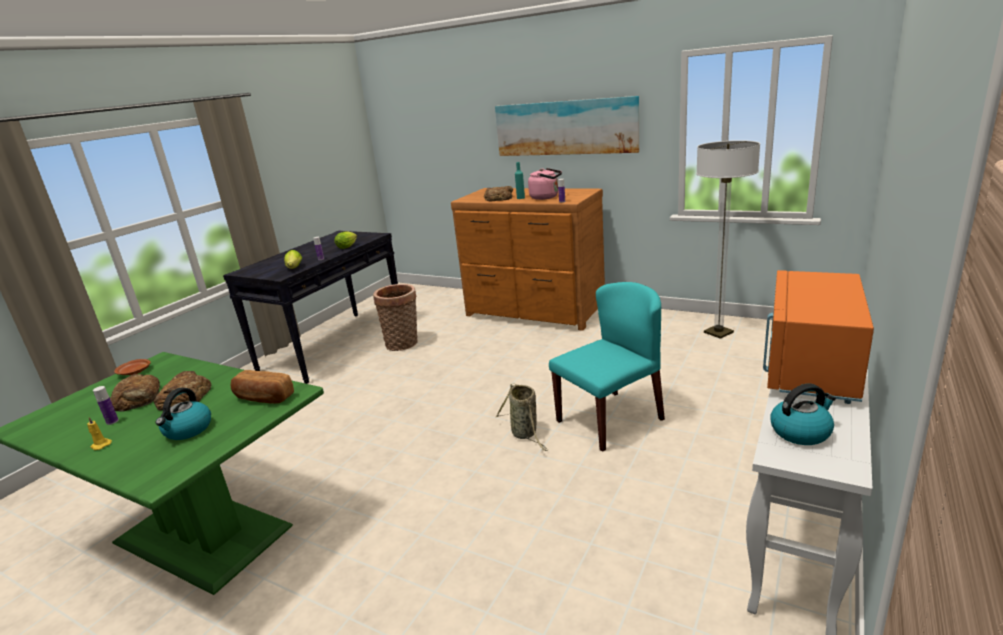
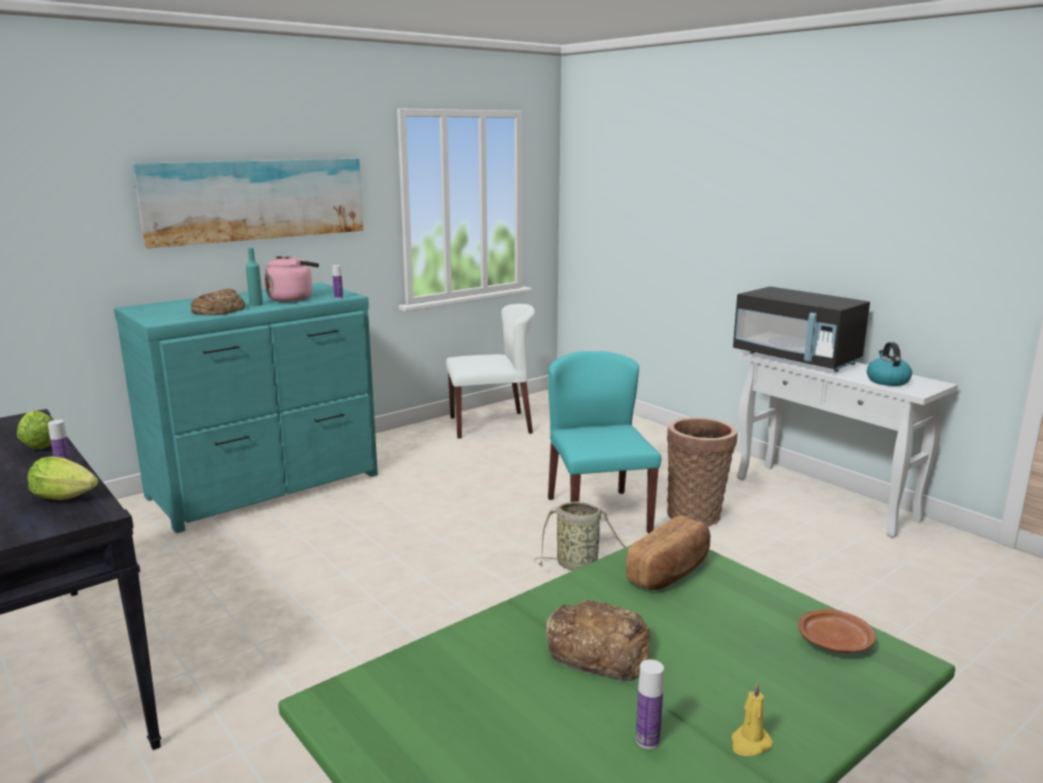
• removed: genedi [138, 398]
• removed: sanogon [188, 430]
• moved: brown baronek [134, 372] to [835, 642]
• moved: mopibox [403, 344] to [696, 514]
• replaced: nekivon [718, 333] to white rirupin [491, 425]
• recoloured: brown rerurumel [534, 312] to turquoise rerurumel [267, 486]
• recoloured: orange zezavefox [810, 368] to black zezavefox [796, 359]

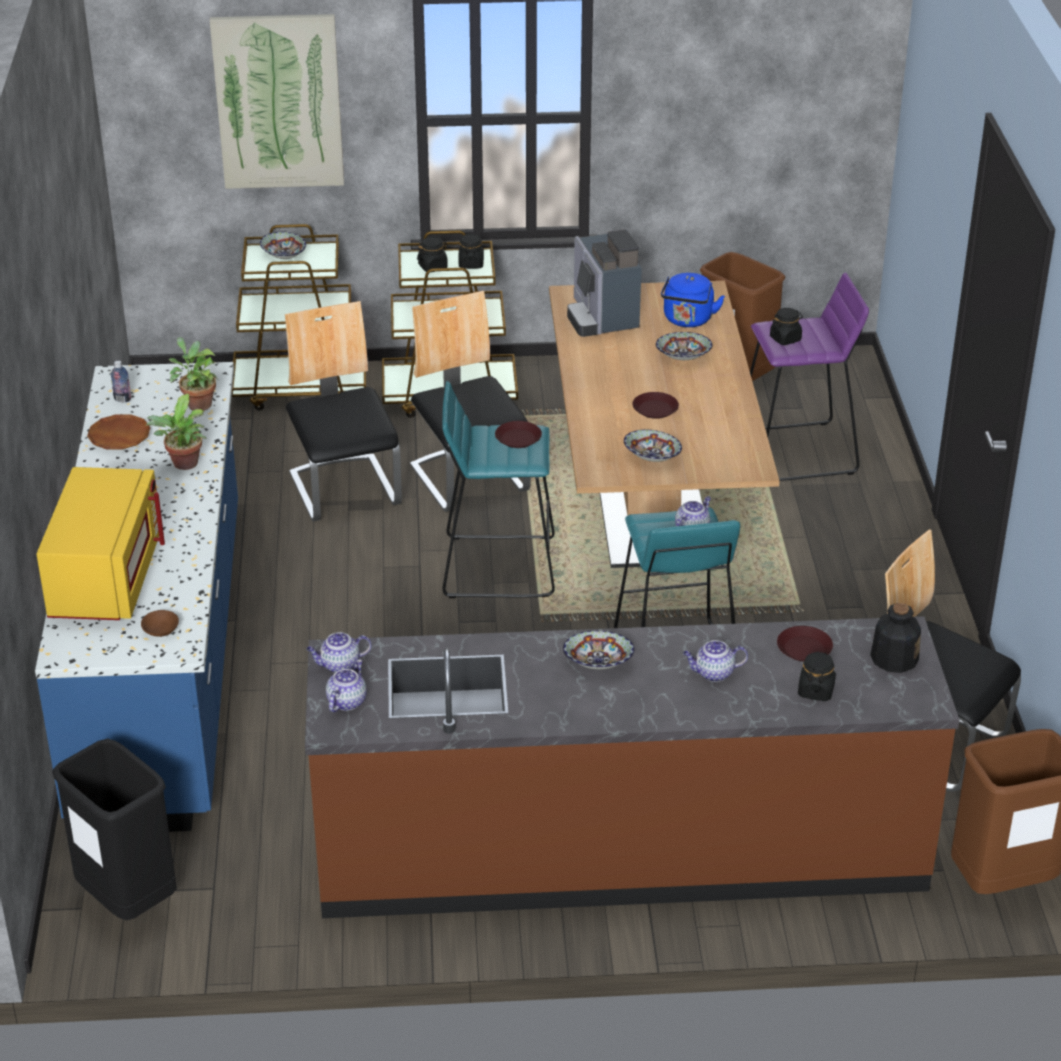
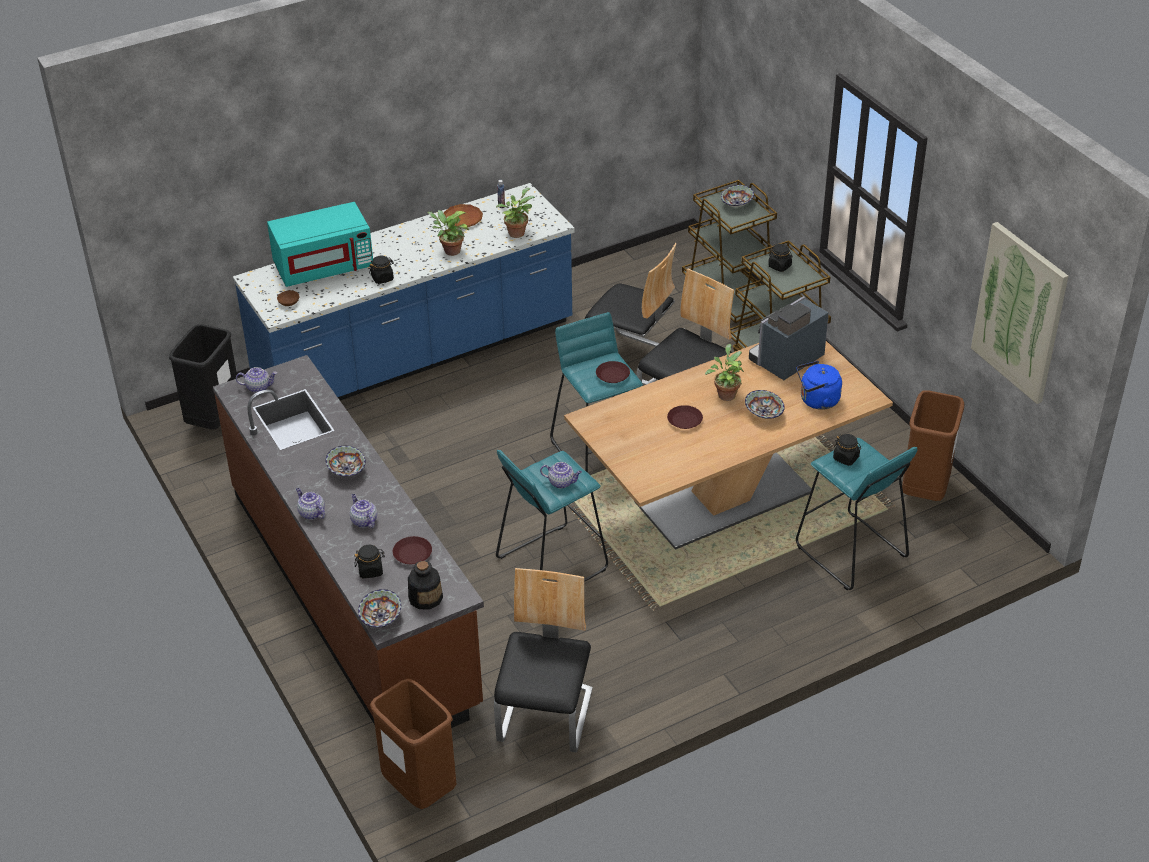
• added: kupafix [725, 394]
• moved: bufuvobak [278, 101] to [1019, 312]
• moved: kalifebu [339, 665] to [311, 513]
• moved: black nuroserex [471, 264] to [382, 278]
• moved: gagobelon [651, 458] to [380, 618]
• recoloured: yellow zezavefox [105, 579] to turquoise zezavefox [324, 267]
• recoloured: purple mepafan [797, 453] to turquoise mepafan [850, 552]
• turned: rirupin [345, 490] = [632, 358] 75 degrees clockwise

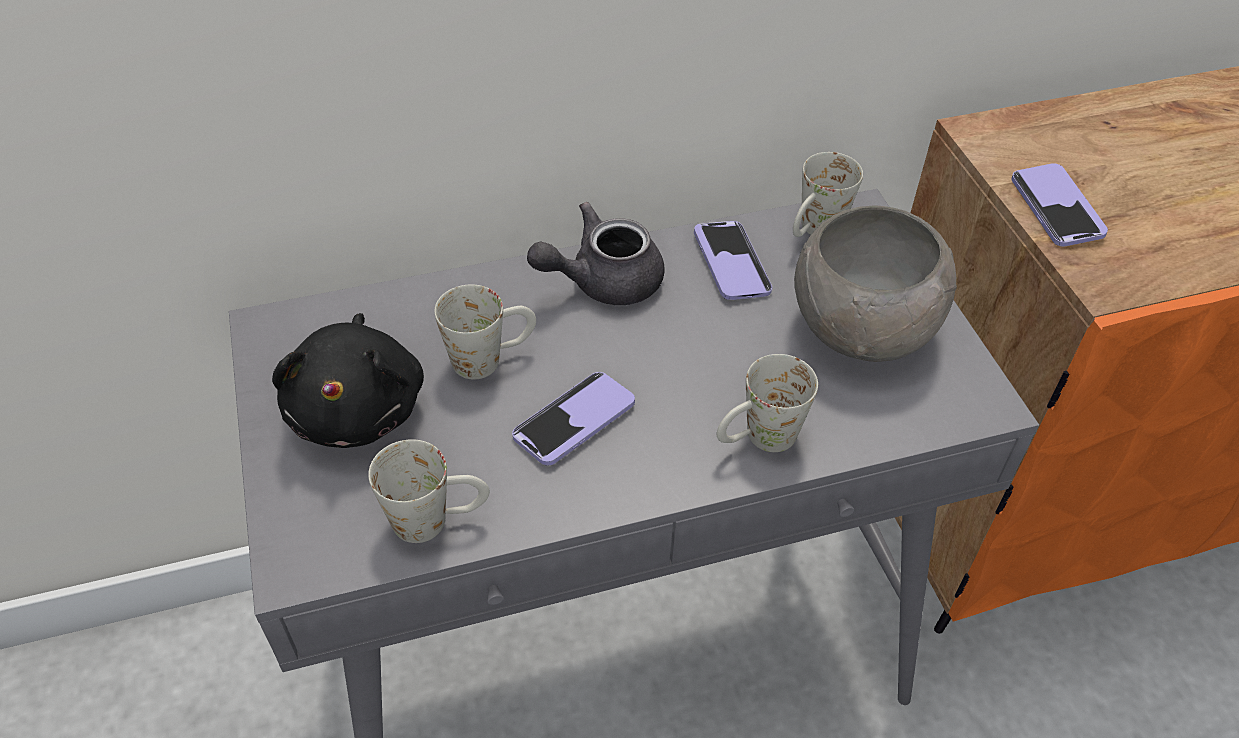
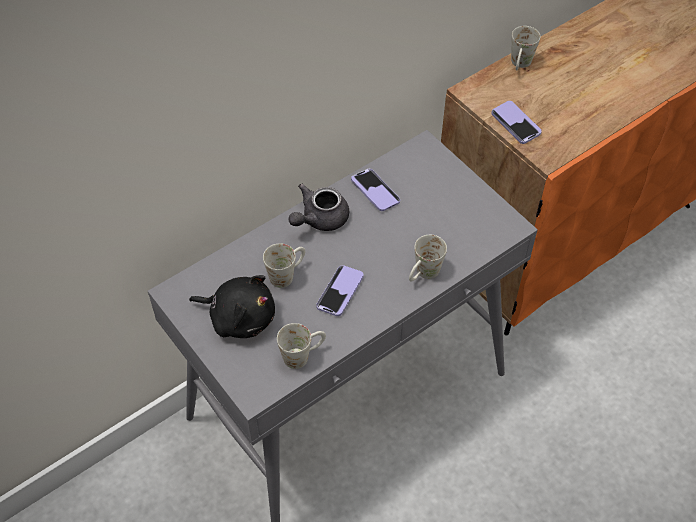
• removed: grey gagobelon [862, 326]
• moved: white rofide [814, 232] to [519, 65]
• turned: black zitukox [358, 407] = [239, 317] 45 degrees counterclockwise

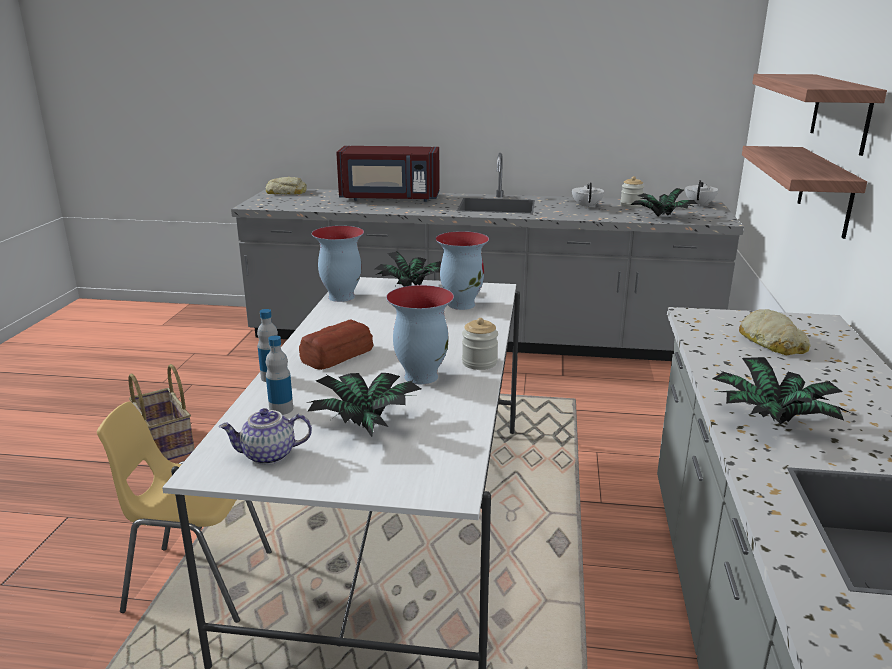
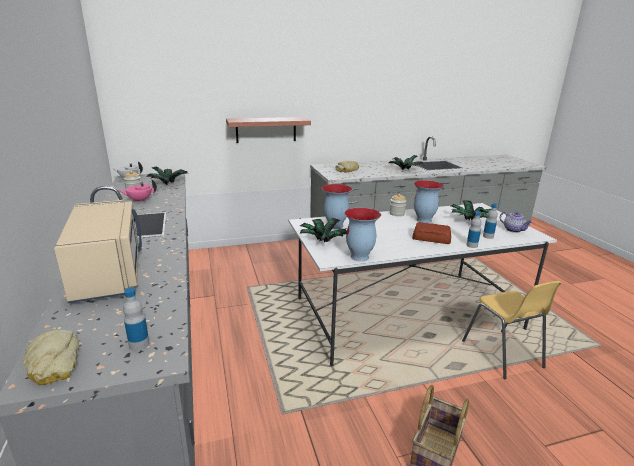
• removed: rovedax [841, 112]
• added: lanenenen [139, 344]
• recoloured: red zezavefox [389, 198] to beige zezavefox [109, 273]
• recoloured: white kalifebu [587, 206] to pink kalifebu [140, 200]

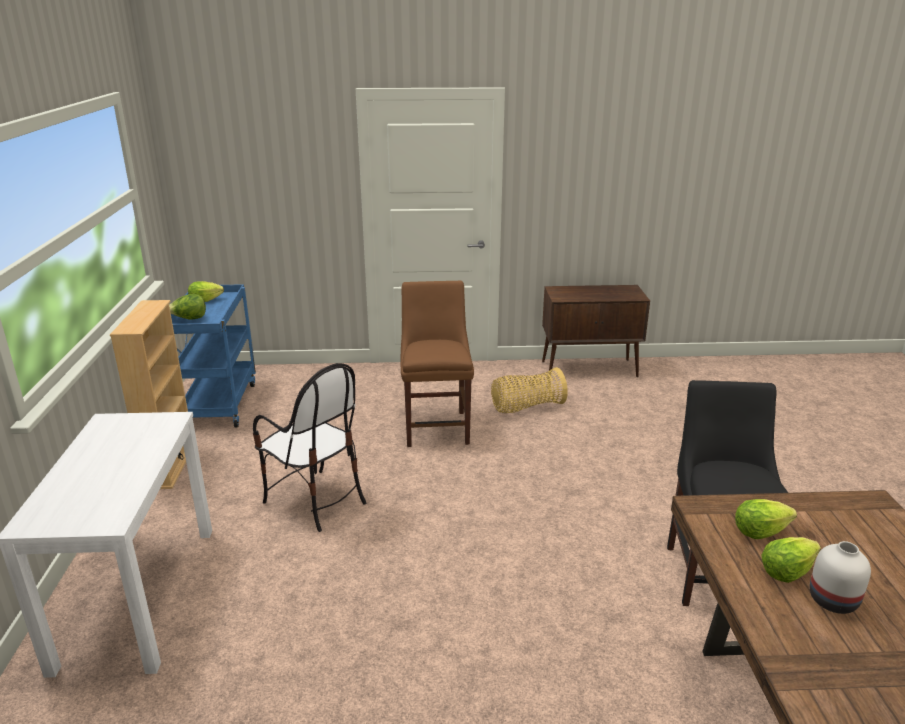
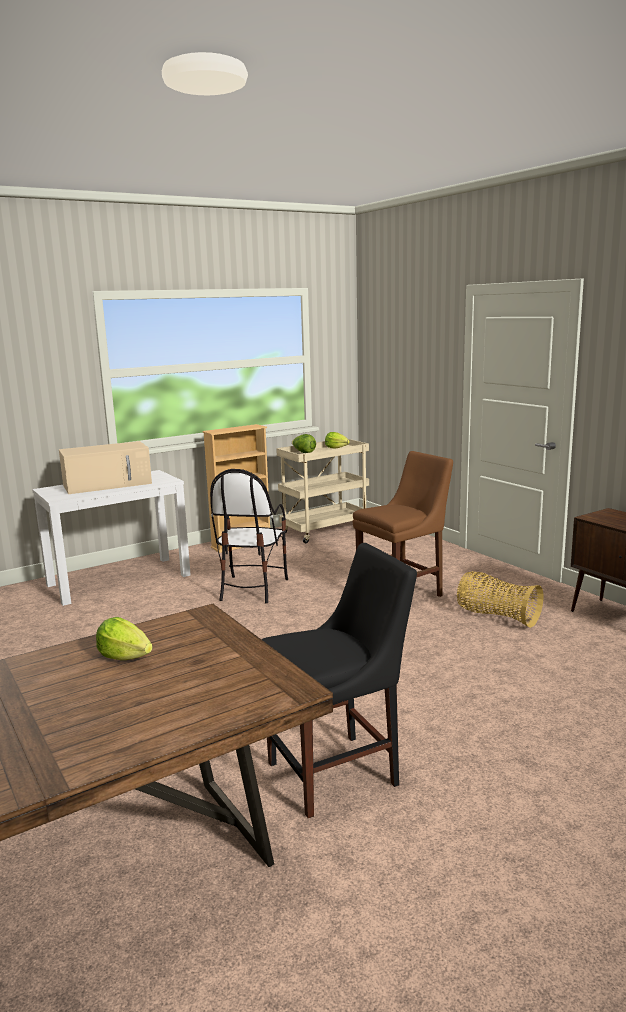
• removed: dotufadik [759, 532]
• removed: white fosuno [832, 601]
• added: beige zezavefox [108, 484]
• recoloured: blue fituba [219, 404] to beige fituba [325, 530]

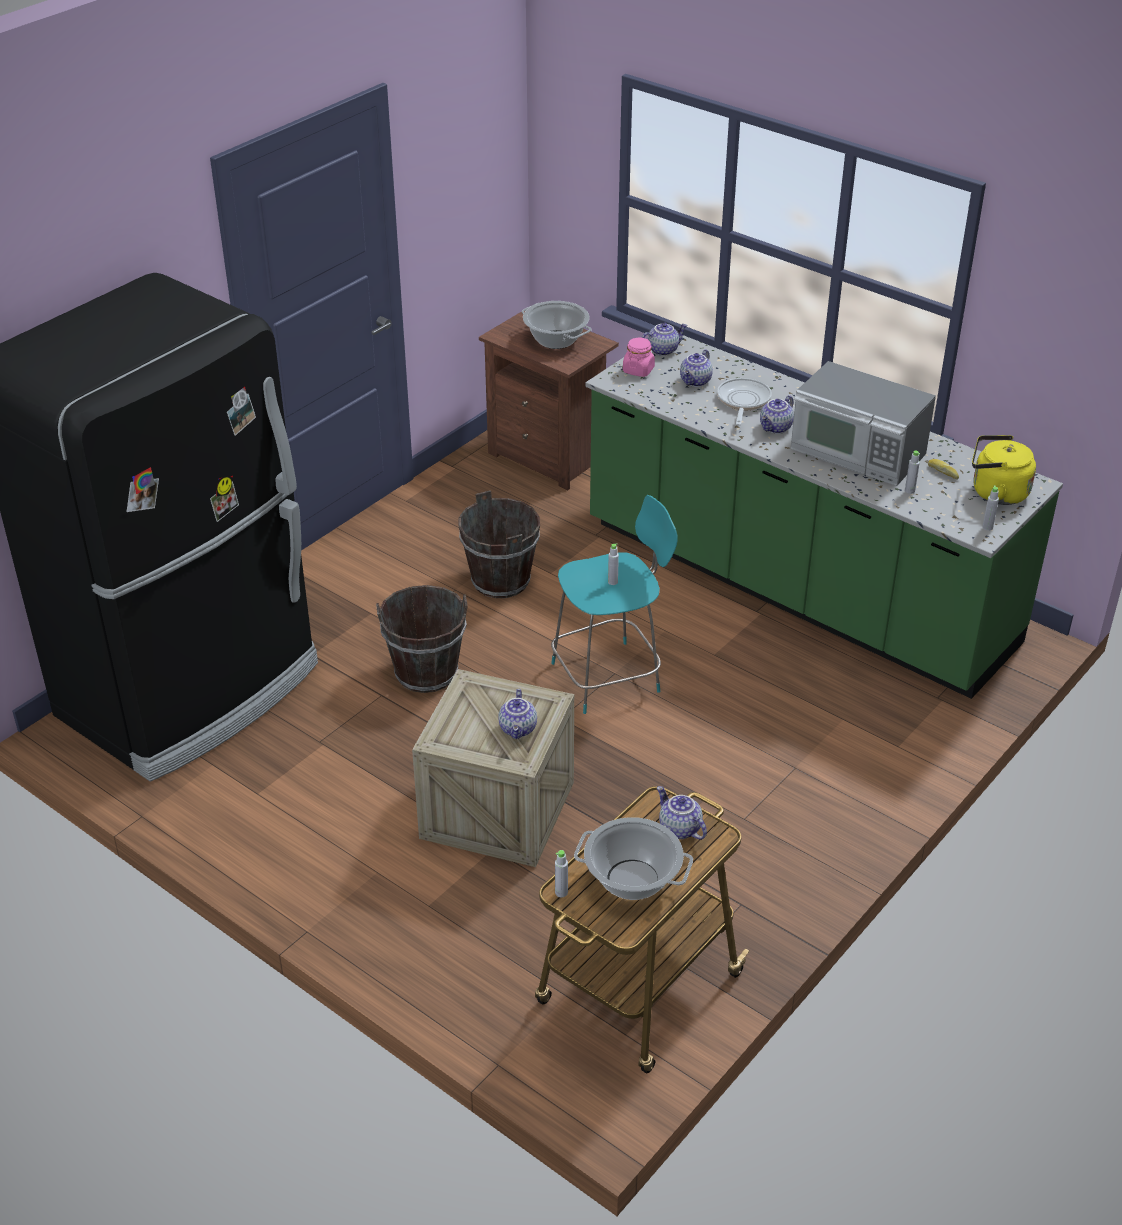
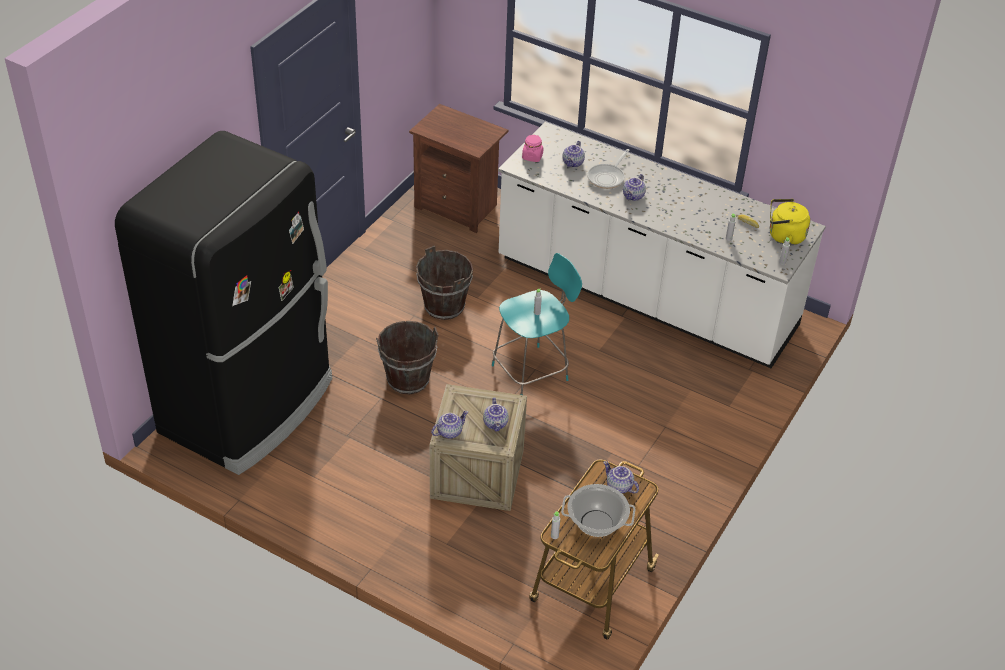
• removed: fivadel [555, 340]
• removed: zezavefox [857, 452]
• moved: kalifebu [662, 350] to [449, 431]
• recoloured: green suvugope [796, 586] to white suvugope [645, 295]
• turned: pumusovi [742, 402] = [607, 177] 150 degrees counterclockwise

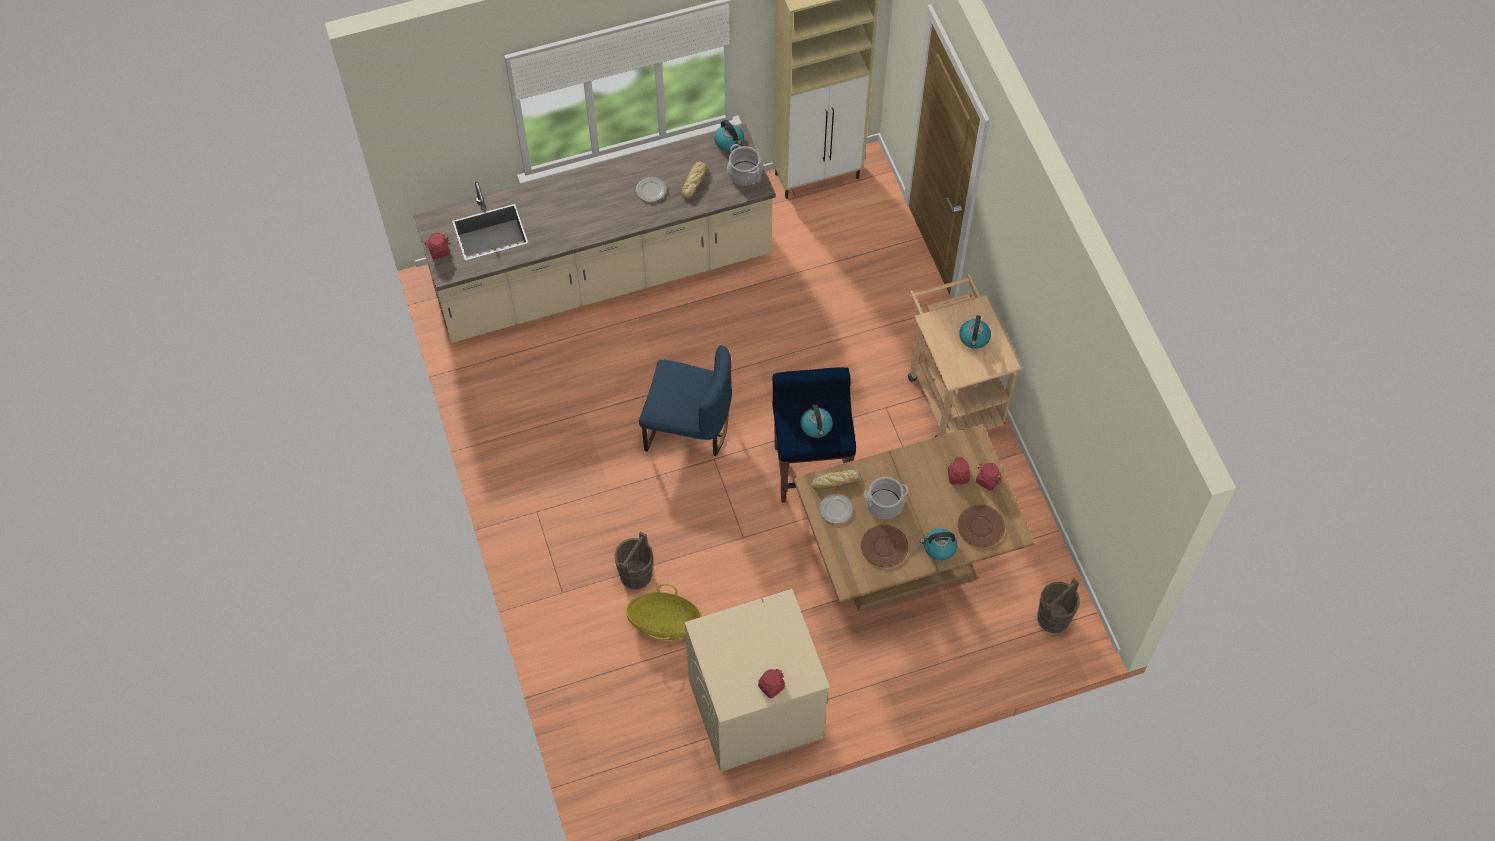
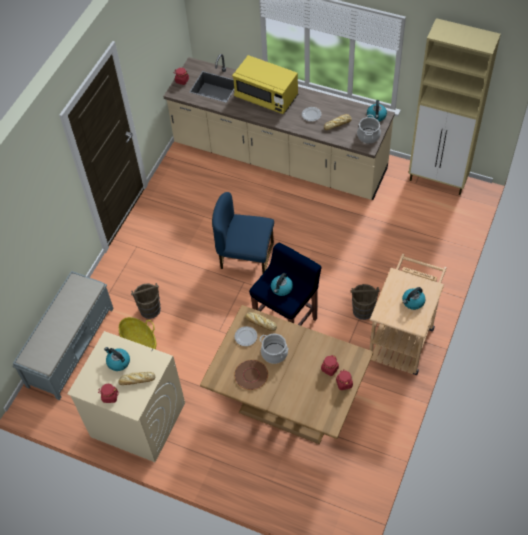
• removed: brown baronek [980, 527]
• added: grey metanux [71, 346]
• added: genedi [136, 380]
• added: yellow zezavefox [266, 97]
• moved: sanogon [939, 548] to [118, 362]
• moved: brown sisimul [1053, 618] to [363, 310]
• turned: blue rirupin [688, 428] = [246, 258] 135 degrees clockwise

